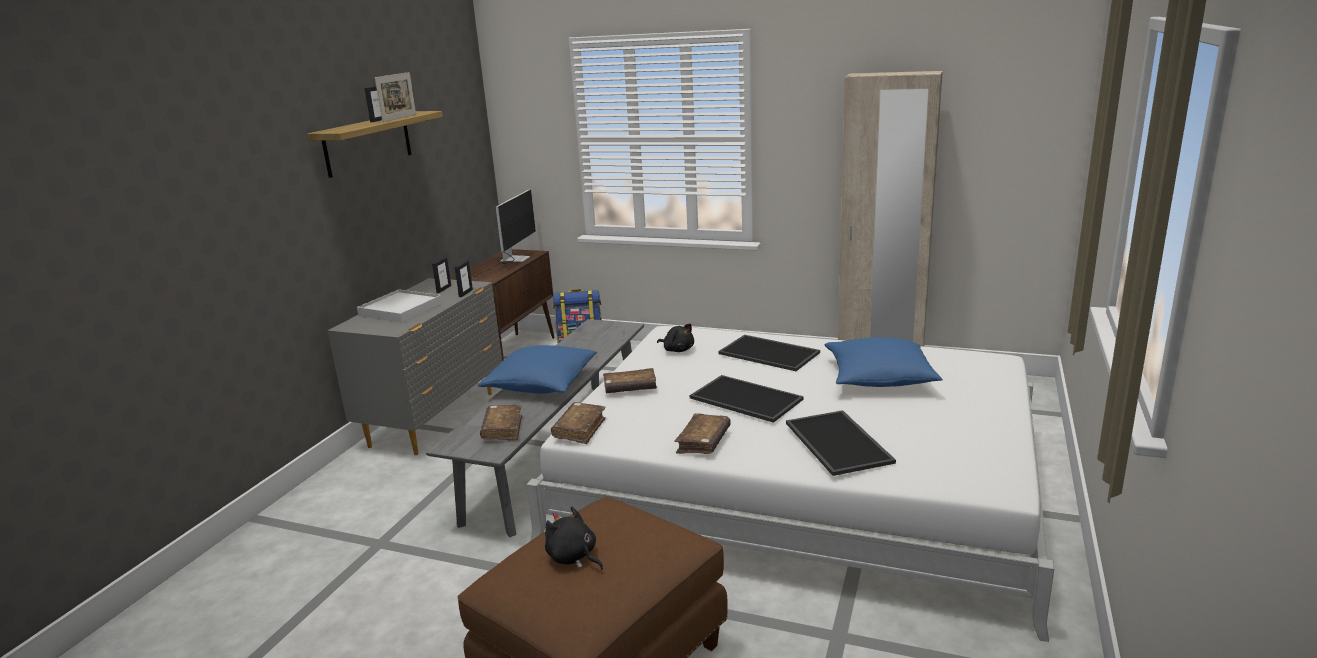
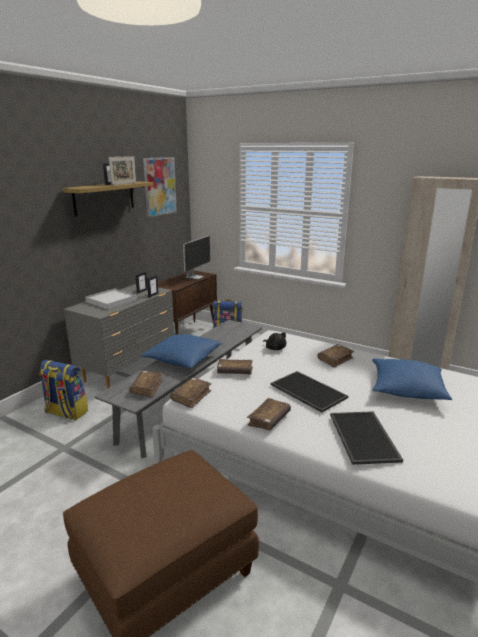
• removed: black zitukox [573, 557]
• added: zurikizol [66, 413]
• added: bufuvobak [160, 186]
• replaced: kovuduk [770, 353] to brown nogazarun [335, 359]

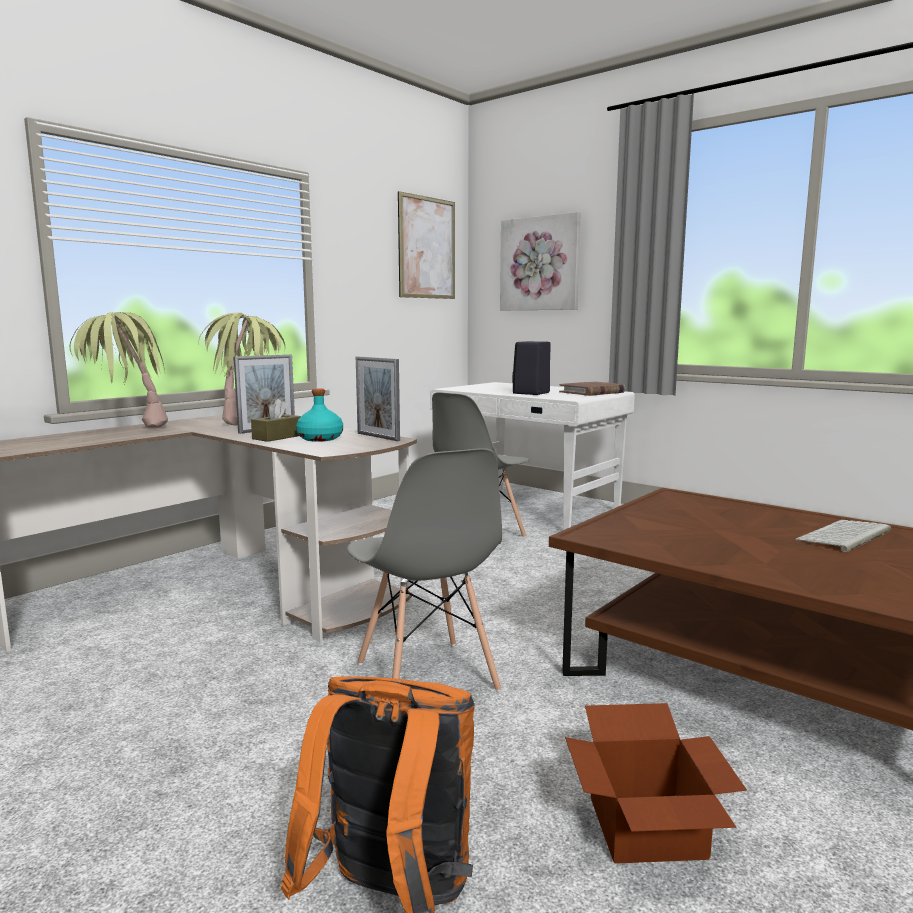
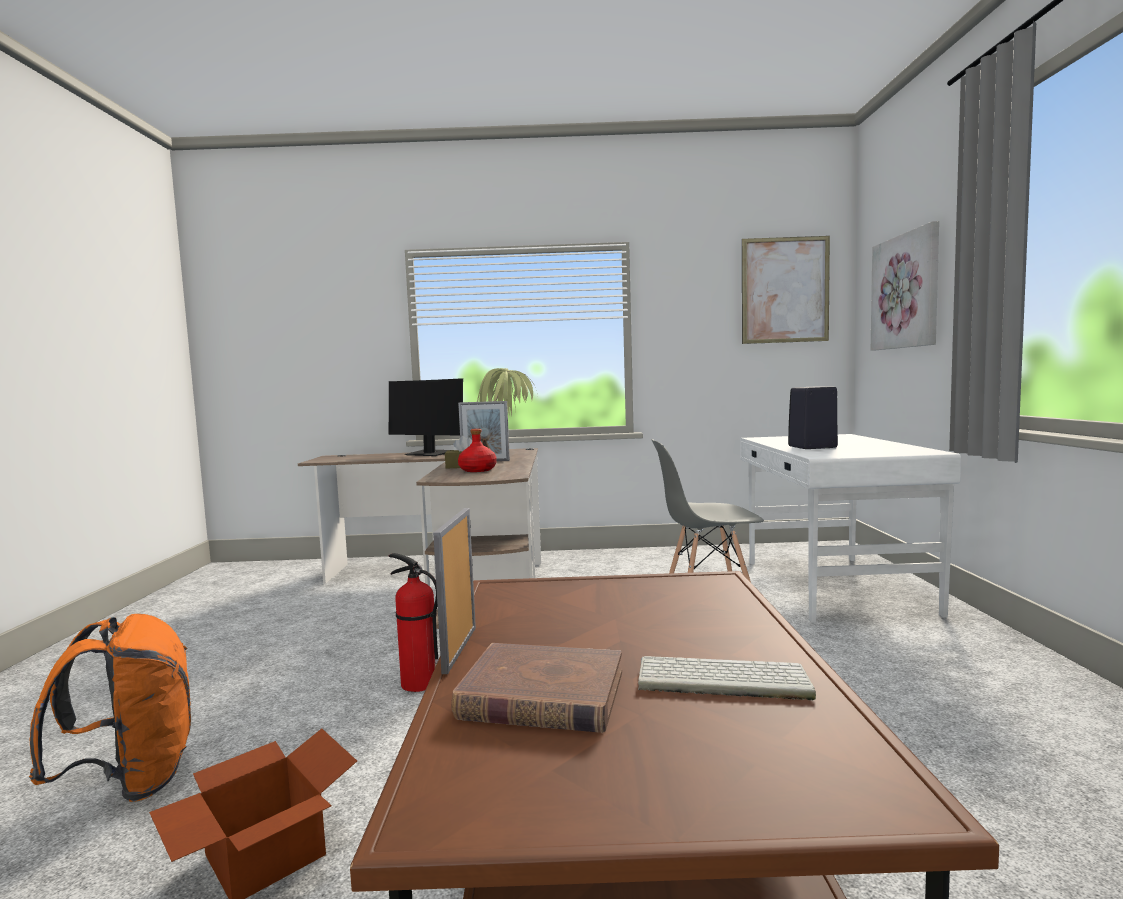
• moved: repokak [378, 437] to [459, 649]
• moved: brown nogazarun [592, 392] to [541, 695]
• replaced: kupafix [127, 430] to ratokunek [429, 454]
• replaced: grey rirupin [426, 677] to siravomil [418, 683]
• recoloured: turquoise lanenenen [319, 438] to red lanenenen [477, 470]

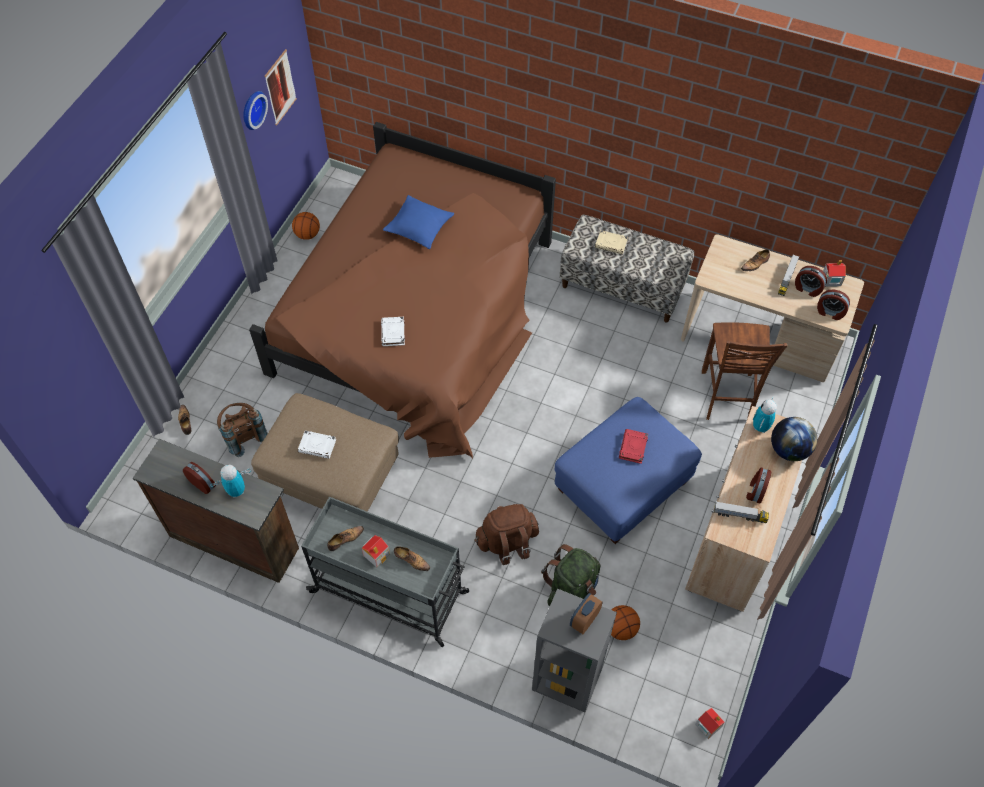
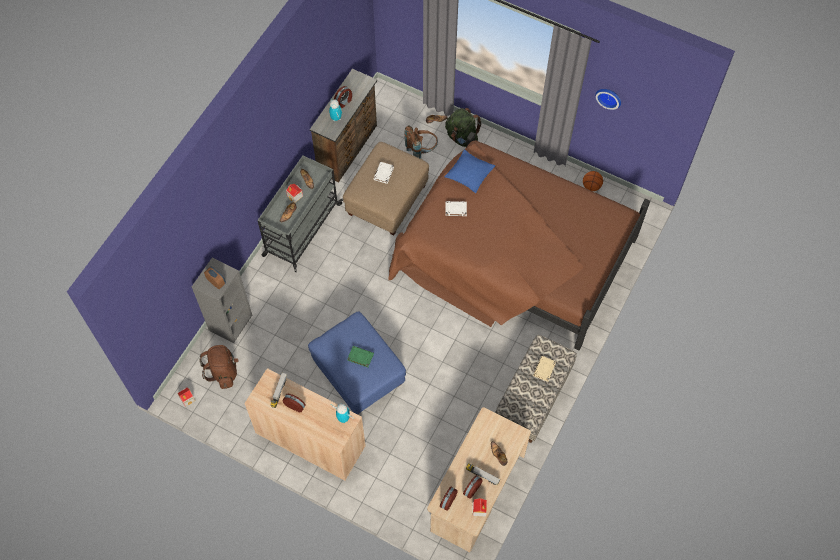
• removed: bufuvobak [280, 87]
• removed: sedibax [621, 628]
• removed: brown rirupin [726, 397]
• removed: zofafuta [788, 449]
• moved: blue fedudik [419, 227] to [469, 174]
• moved: brown zurikizol [507, 542] to [223, 371]
• moved: green zurikizol [571, 589] to [462, 137]
• recoloured: red nogazarun [633, 448] to green nogazarun [360, 357]

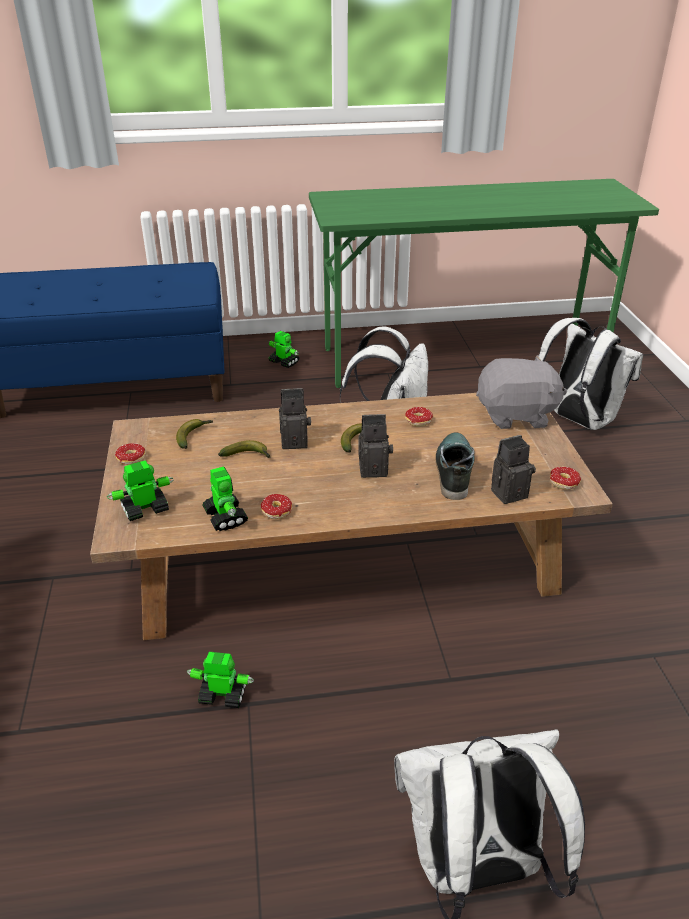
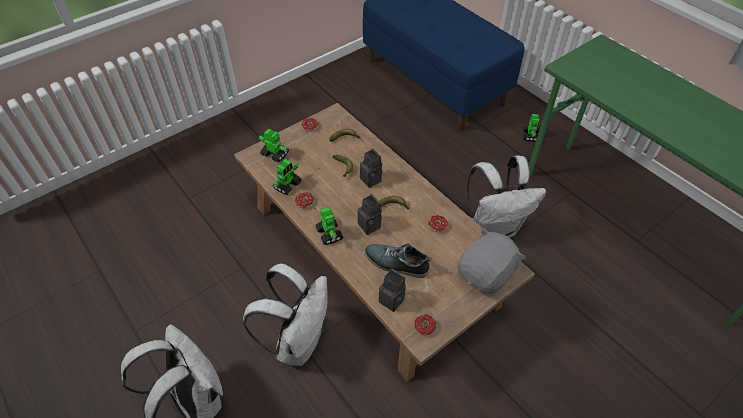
• moved: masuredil [222, 694] to [329, 233]
• moved: white zurikizol [577, 420] to [298, 341]
• turned: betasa [453, 470] = [396, 263] 135 degrees counterclockwise
• turned: grey zitukox [516, 415] = [486, 274] 105 degrees counterclockwise

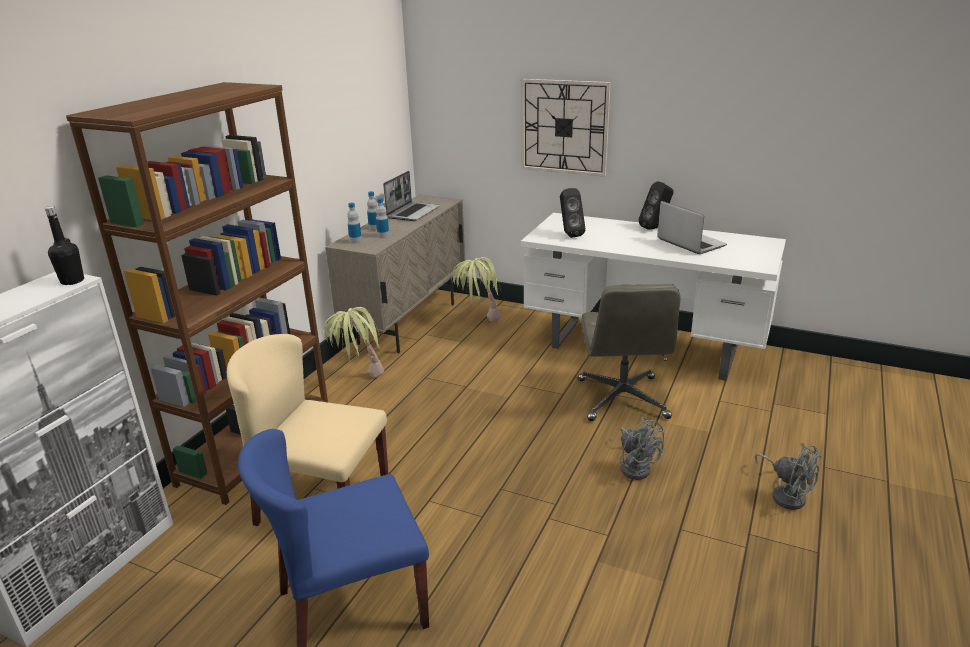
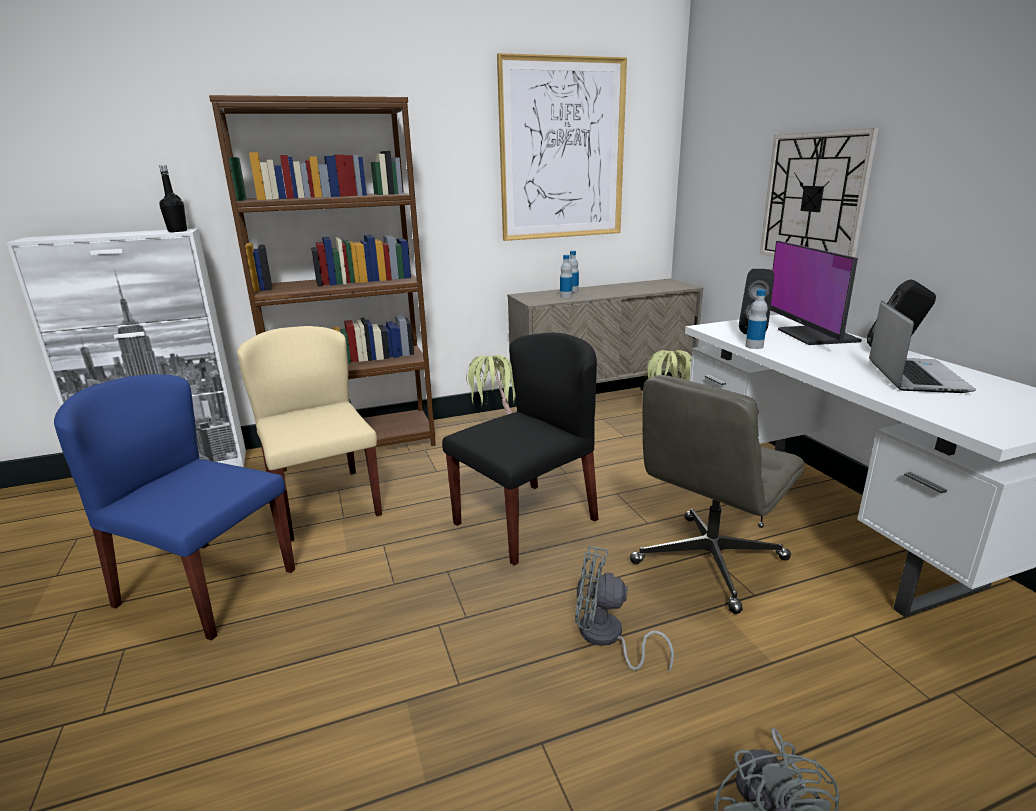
• removed: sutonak [413, 212]
• added: black rirupin [526, 521]
• added: bufuvobak [562, 150]
• added: ratokunek [815, 336]
• moved: lanenenen [355, 241] to [754, 346]
• turned: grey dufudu [636, 466] = [606, 638] 90 degrees clockwise

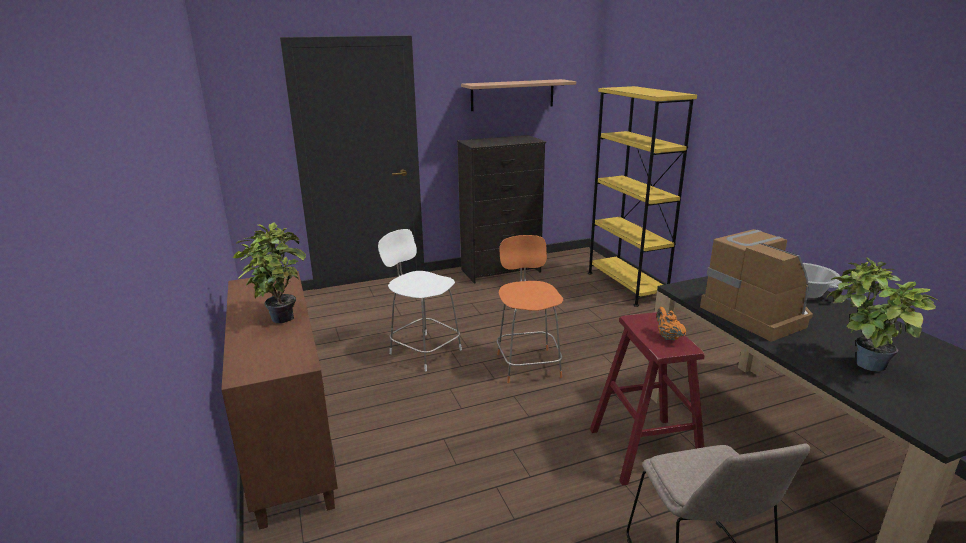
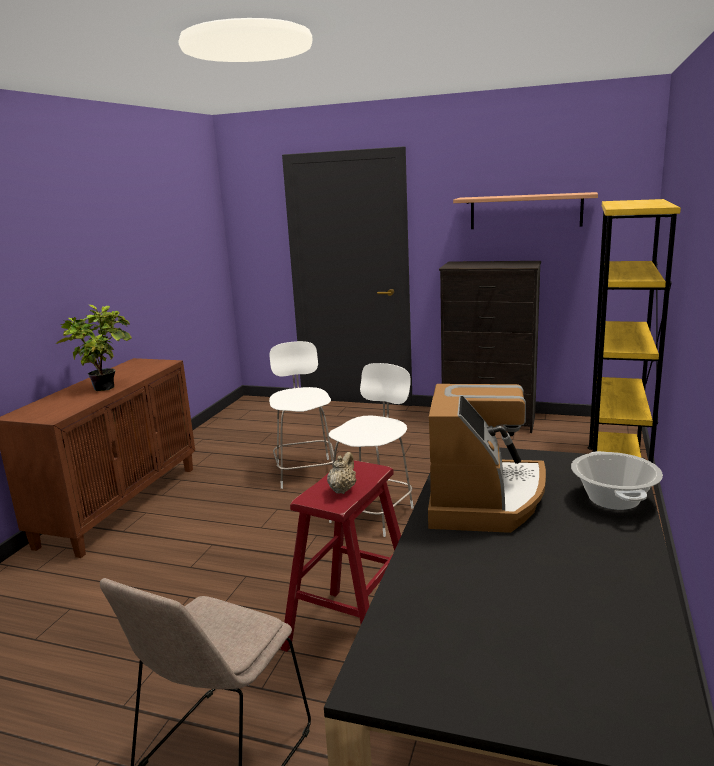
• removed: kupafix [861, 364]
• recoloured: orange rirupin [528, 364] to white rirupin [373, 513]
• recoloured: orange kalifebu [668, 337] to beige kalifebu [342, 489]

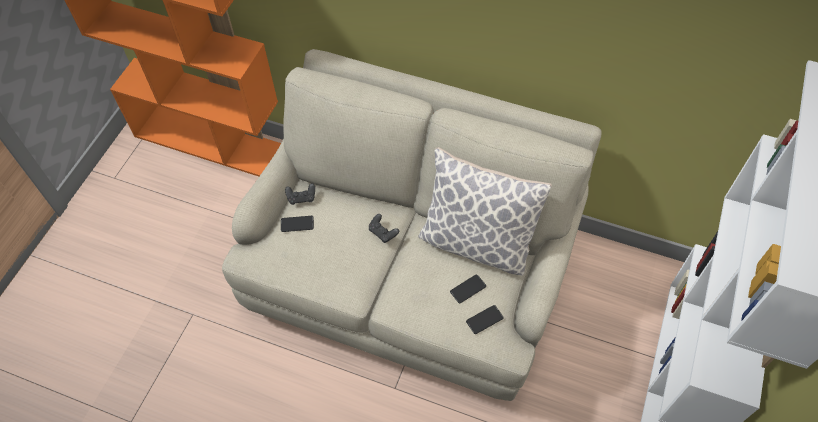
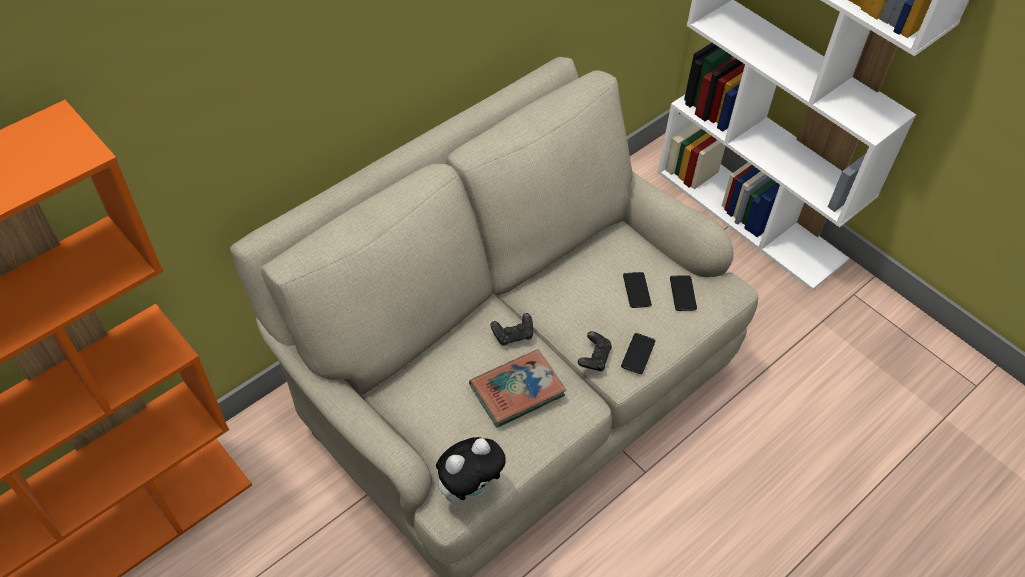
• removed: fedudik [476, 242]
• added: zitukox [470, 487]
• added: nogazarun [517, 391]
• moved: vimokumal [297, 224] to [638, 354]
• moved: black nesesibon [301, 198] to [594, 357]

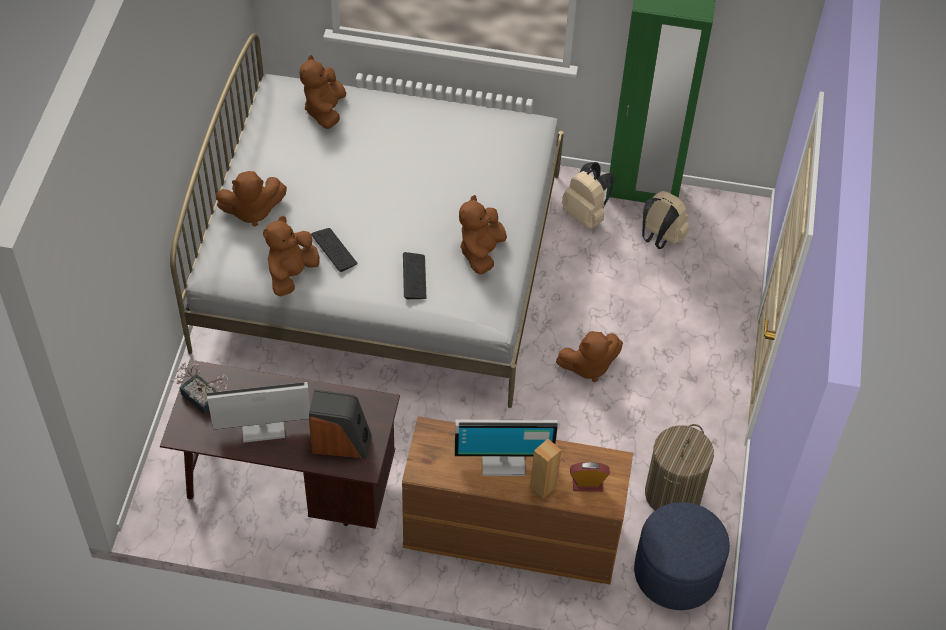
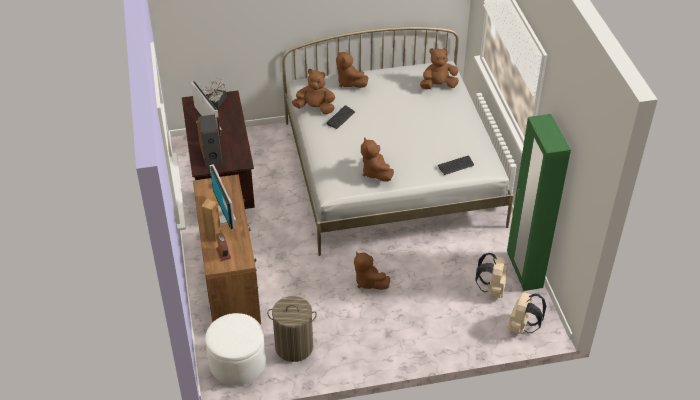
• moved: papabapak [414, 277] to [456, 166]
• moved: beige zurikizol [586, 215] to [522, 327]
• recoloured: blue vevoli [676, 572] to white vevoli [237, 363]
• turned: brown zitukox [481, 252] = [375, 173] 105 degrees counterclockwise

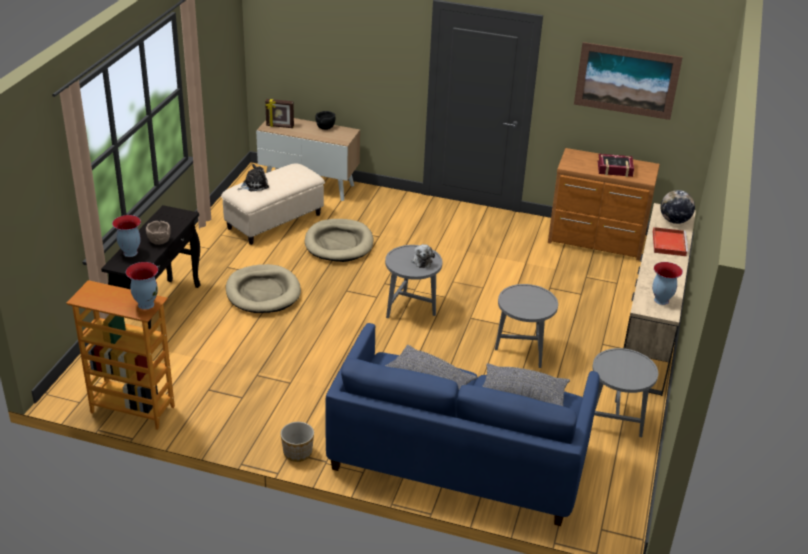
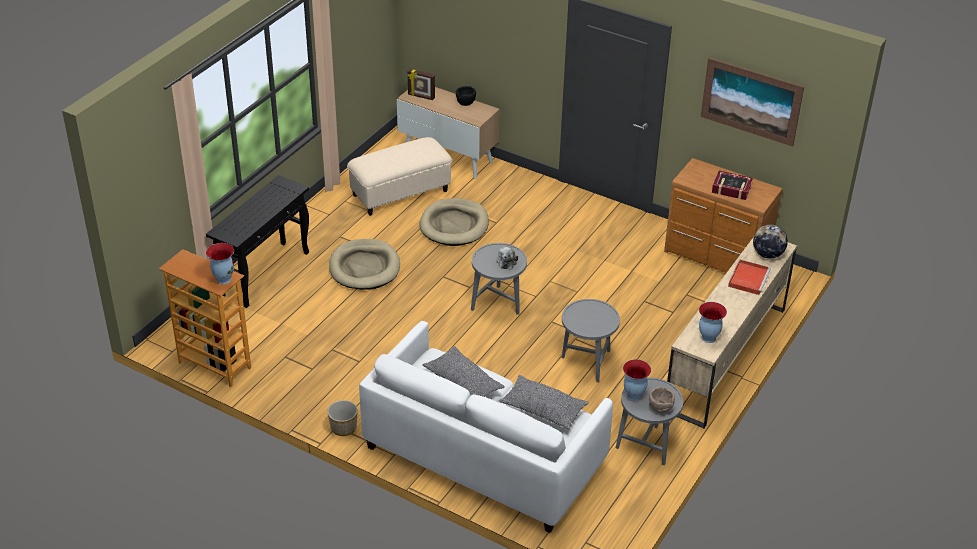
• removed: zitukox [254, 185]
• moved: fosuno [130, 253] to [633, 396]
• moved: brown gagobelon [159, 240] to [660, 407]
• recoloured: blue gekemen [458, 457] to white gekemen [484, 456]

